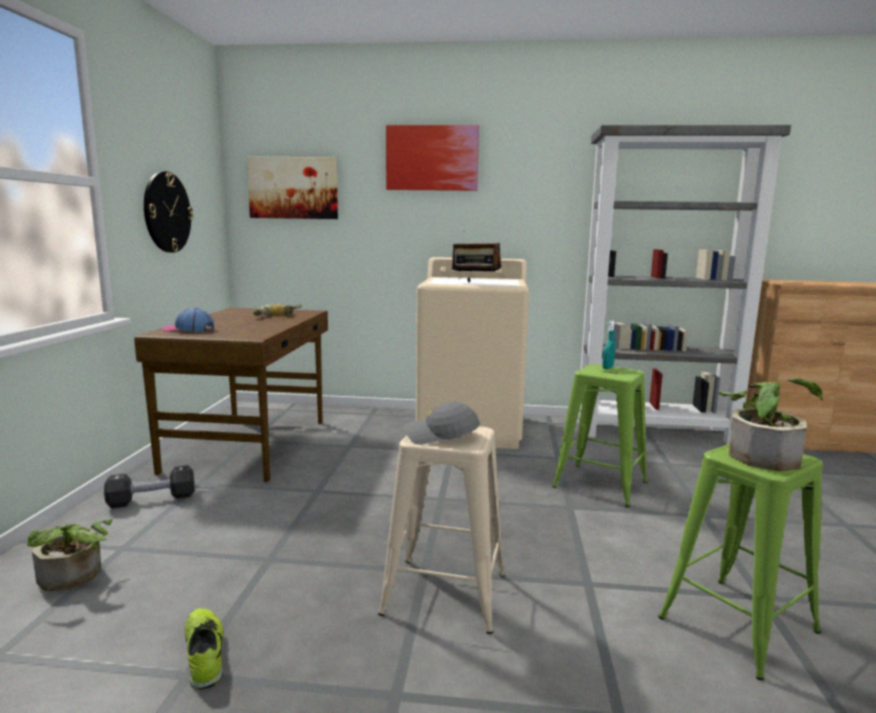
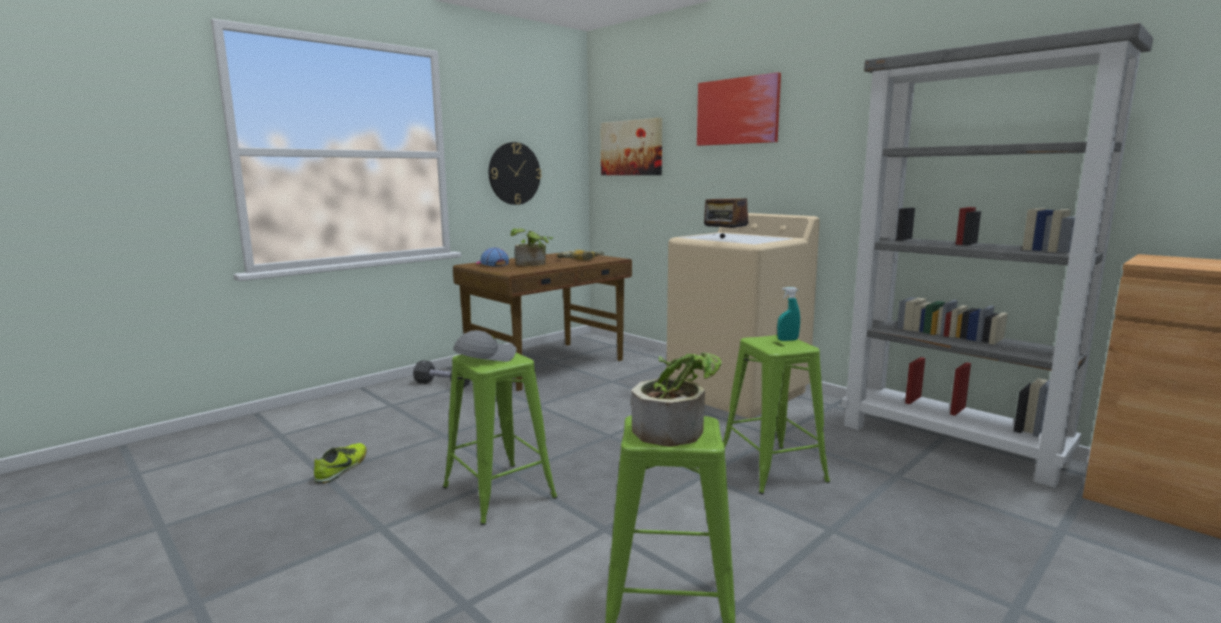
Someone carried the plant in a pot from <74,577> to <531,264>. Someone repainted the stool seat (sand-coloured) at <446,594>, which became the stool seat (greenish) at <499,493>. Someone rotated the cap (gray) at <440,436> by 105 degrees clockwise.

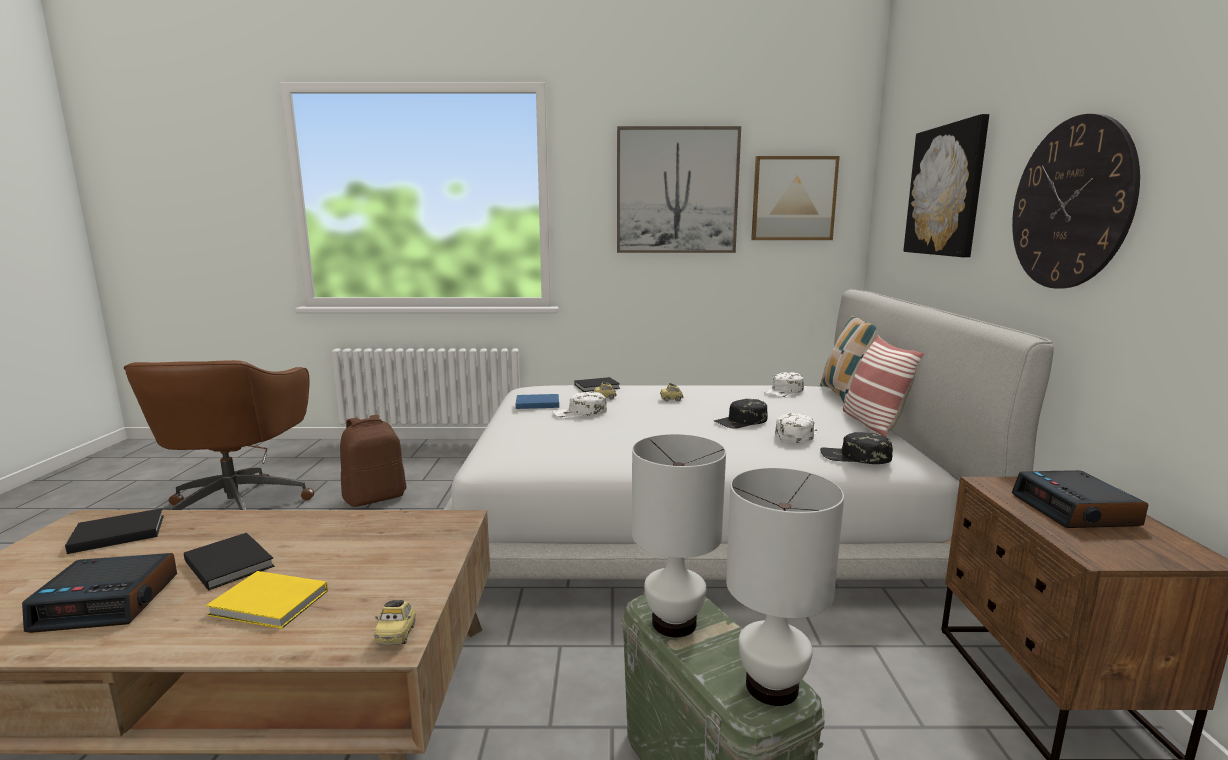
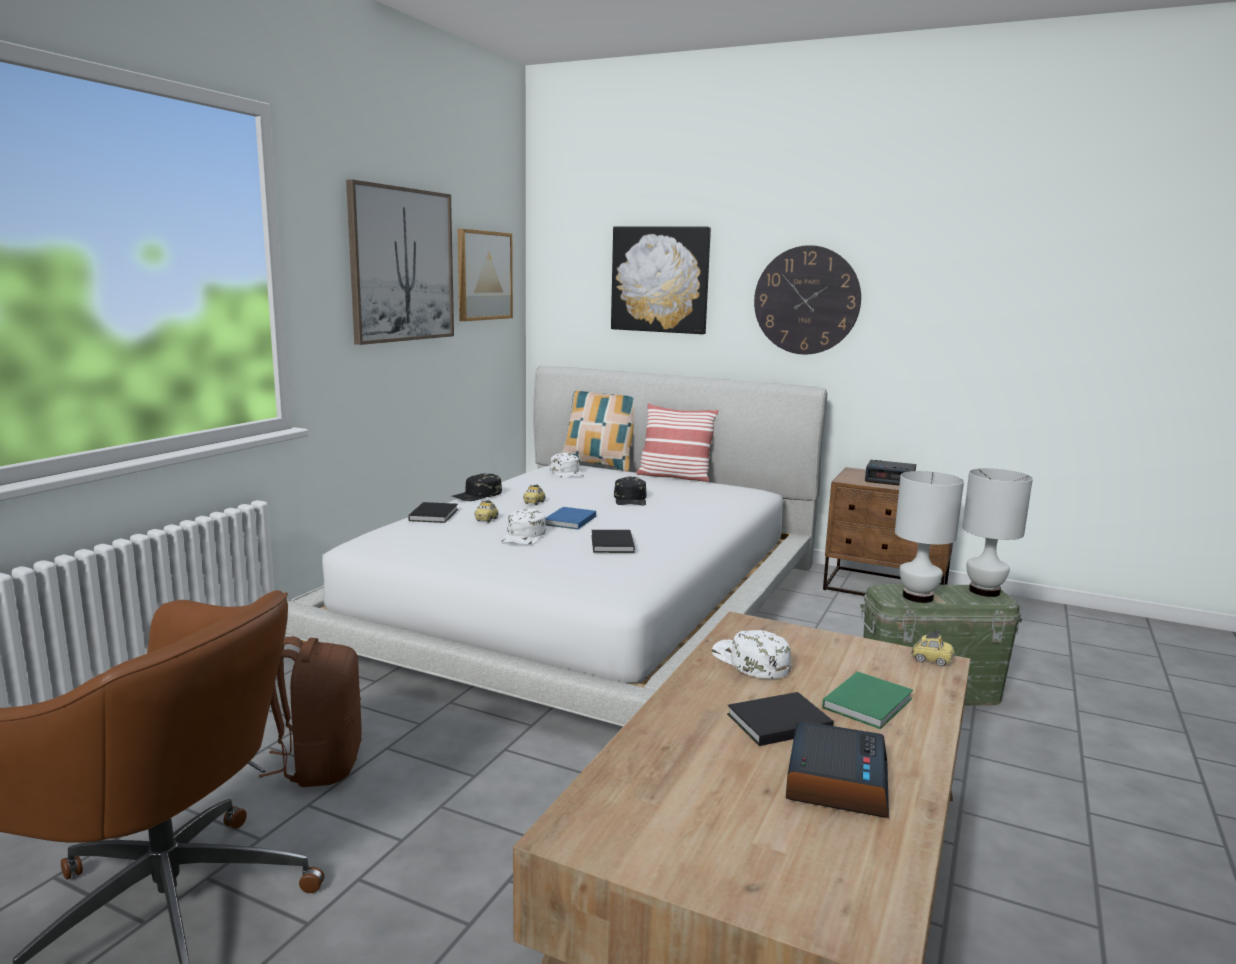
Someone carried the bound book (black) from <116,534> to <611,544>. Someone carried the bound book (bluish) from <536,403> to <569,521>. Someone carried the cap (white-coloured) from <795,434> to <750,661>. Someone carried the cap (black) from <855,457> to <477,495>. Someone repainted the bound book (yellow) at <270,604>, which became the bound book (greenish) at <870,703>.

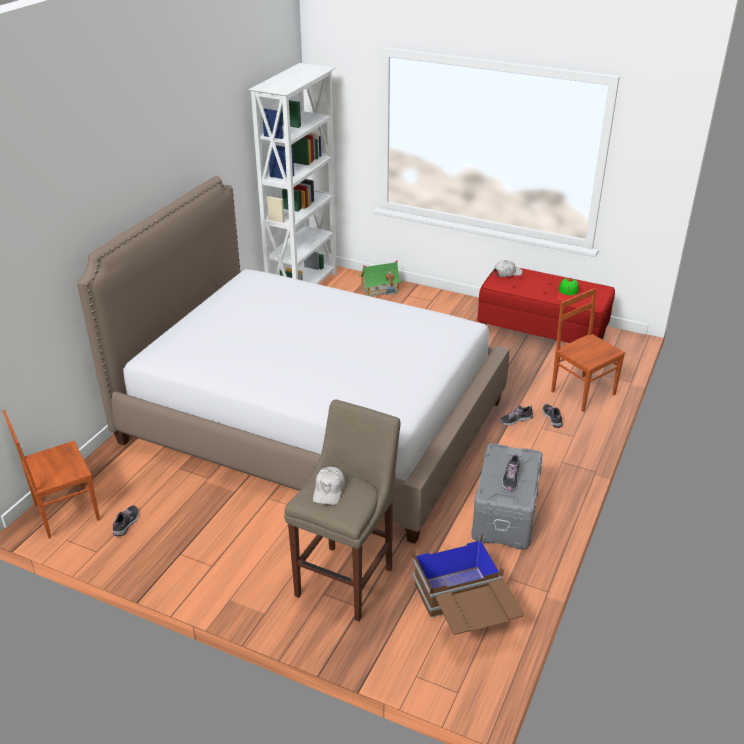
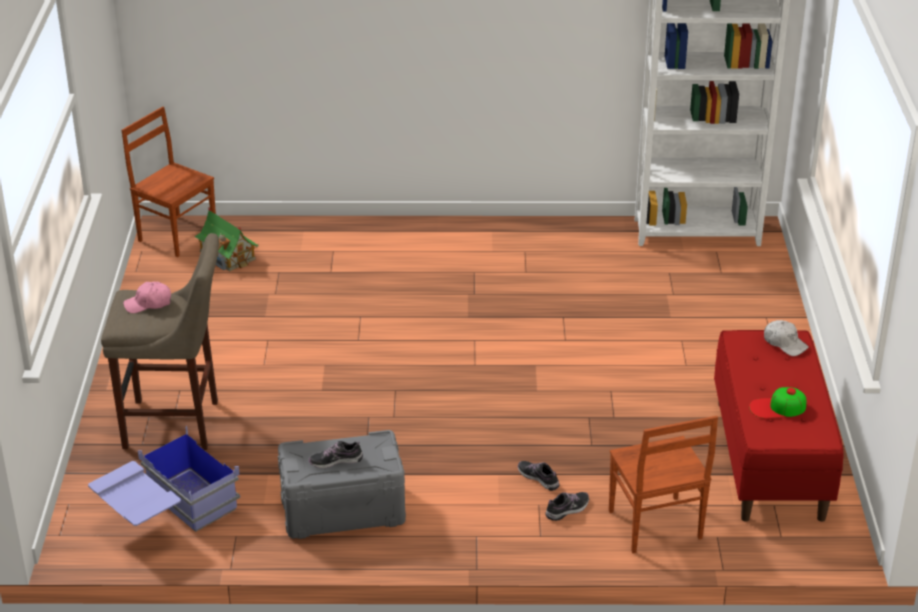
Someone took away the bedroom bed at <312,422>. Someone took away the low shoe at <126,523>. Someone carried the miniature house from <380,289> to <228,255>. Someone repainted the cap (white-coloured) at <329,490>, which became the cap (pinkish) at <148,304>. Someone repainted the storage container (brown-coloured) at <464,613>, which became the storage container (bluish) at <167,515>. Someone rotated the upright chair (brown-coloured) at <583,392> by 135 degrees clockwise.

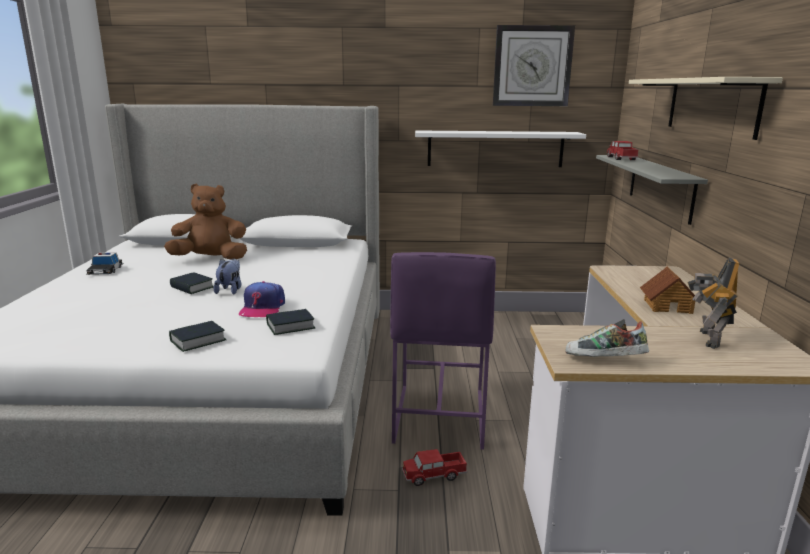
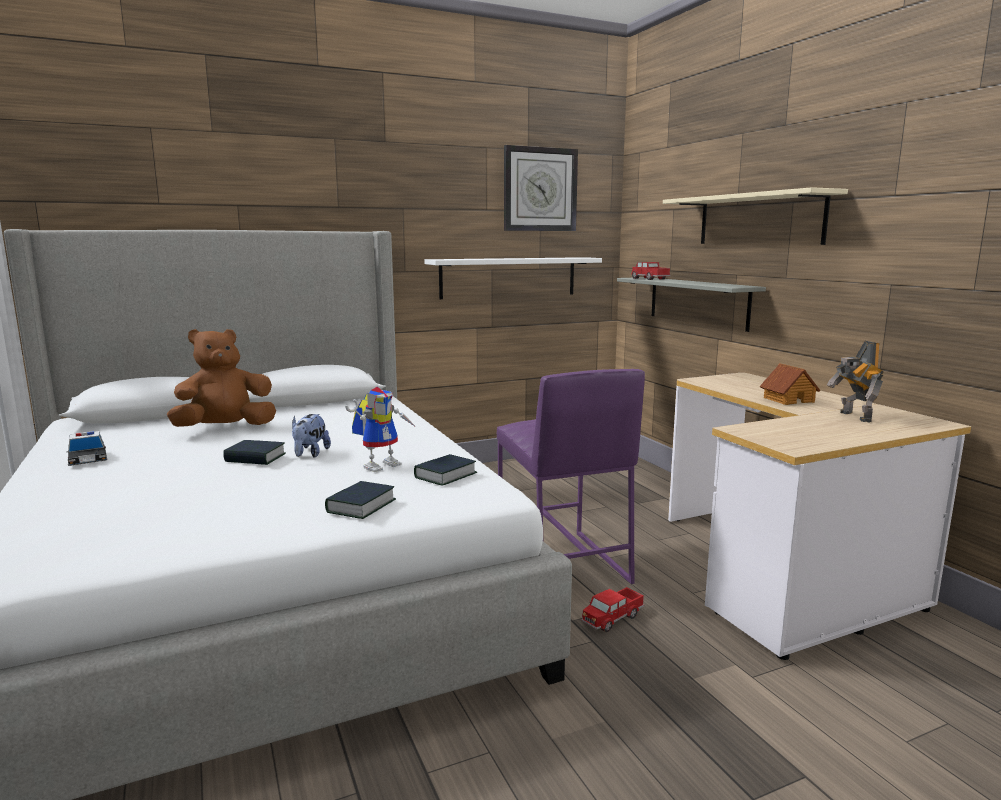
Someone took away the low shoe at <604,361>. Someone swapped the cap at <262,308> for the model robot at <382,464>. Someone rotated the soft toy at <230,290> by 150 degrees counterclockwise.

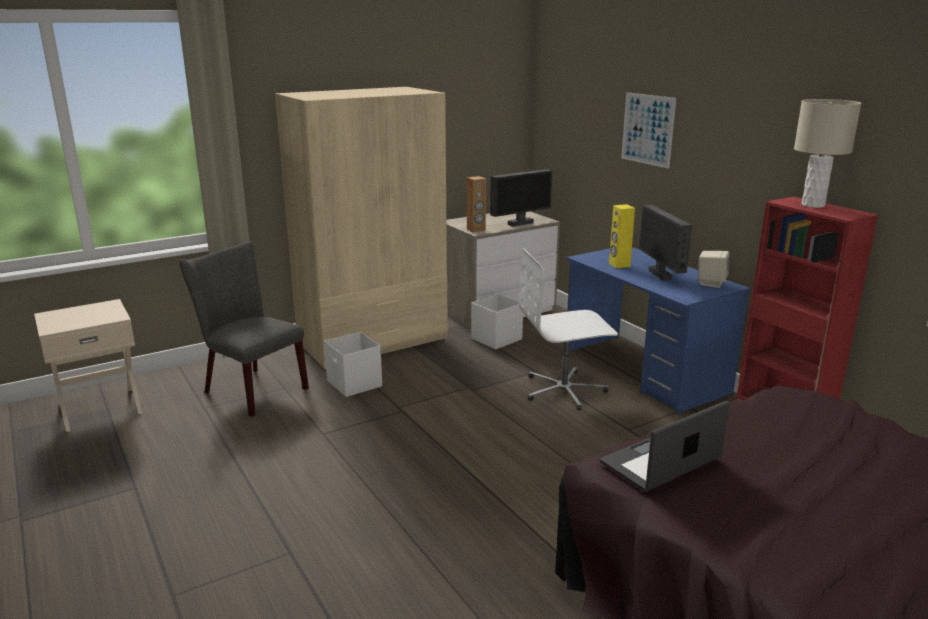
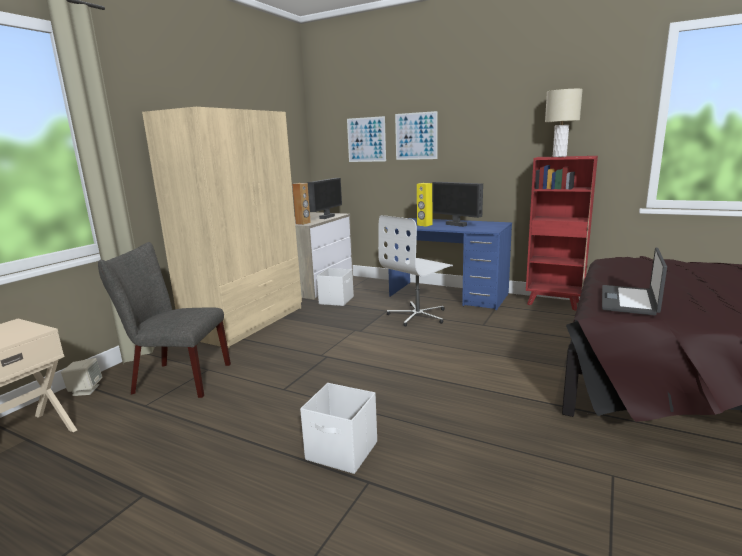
Someone put up the wall art at <366,139>. Someone carried the storage container (white-coloured) from <354,384> to <342,451>. Someone carried the audio speaker (sand-coloured) from <711,283> to <85,390>.

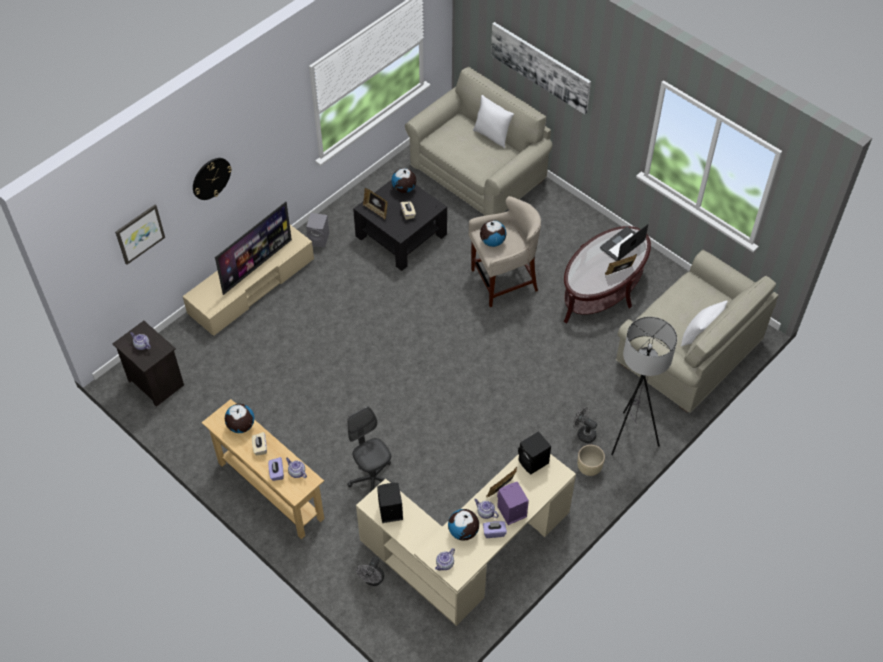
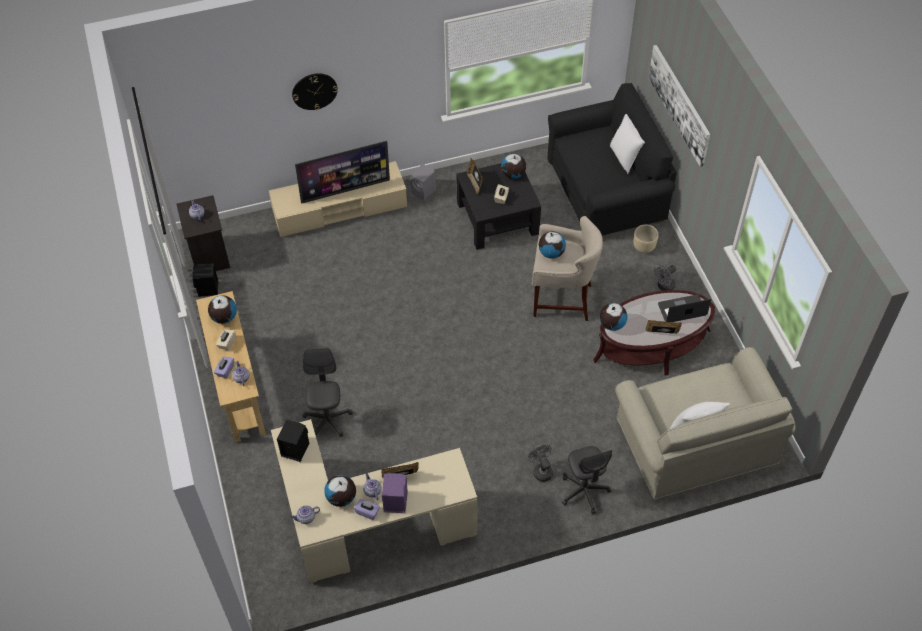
Someone took away the wall art at <139,233>. Someone put down the world globe at <611,324>. Someone carried the fan (gray) from <372,580> to <664,286>. Someone carried the audio speaker (black) from <533,462> to <208,289>. Someone carried the plant pot (sand-coloured) from <589,467> to <644,246>. Someone swapped the floor lamp (gray) at <629,434> for the desk chair (gray) at <584,491>. Someone repainted the sofa (sand-coloured) at <478,173>, which became the sofa (black) at <605,191>.

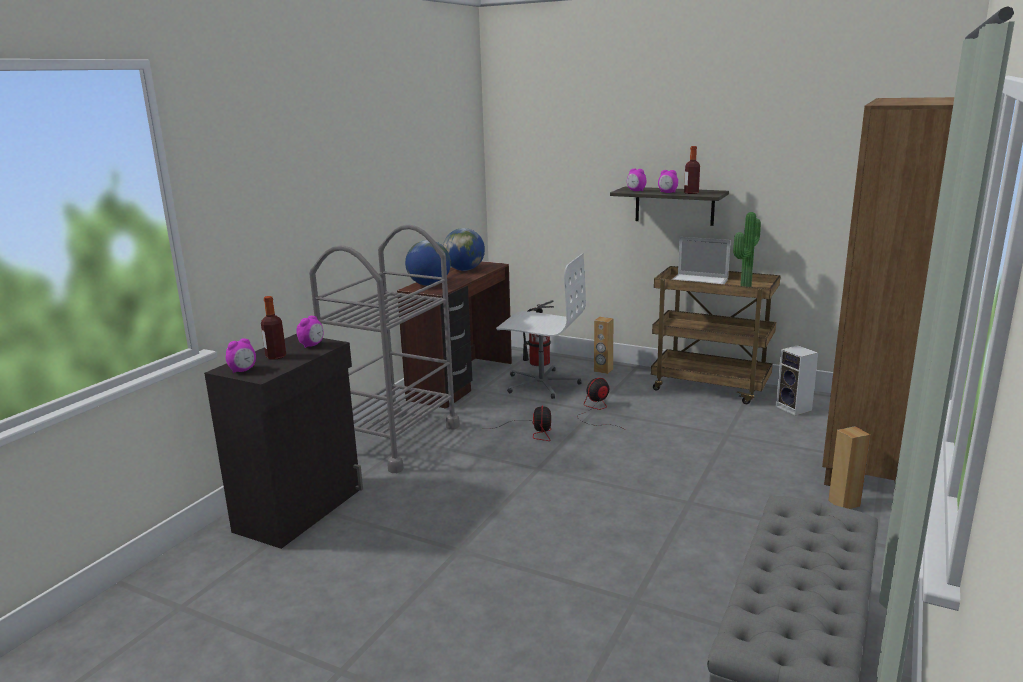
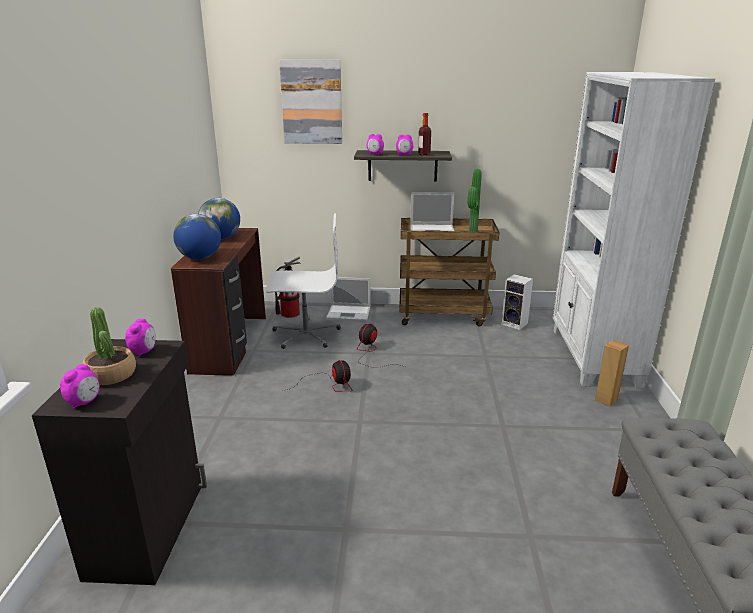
Someone took away the trolley (gray) at <394,440>. Someone put up the wall art at <312,102>. Someone swapped the drink bottle at <276,356> for the plant in a pot at <111,374>. Someone swapped the audio speaker (brown-coloured) at <603,370> for the notebook computer at <349,313>. Someone repainted the shelving unit (brown-coloured) at <869,458>, which became the shelving unit (white-coloured) at <593,357>.

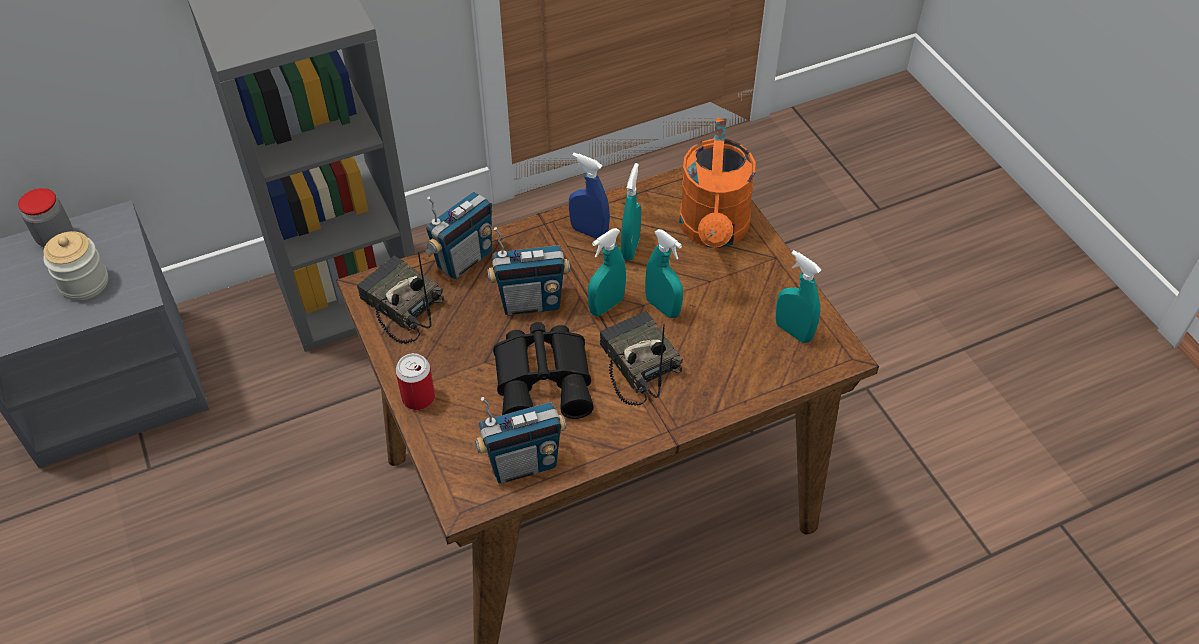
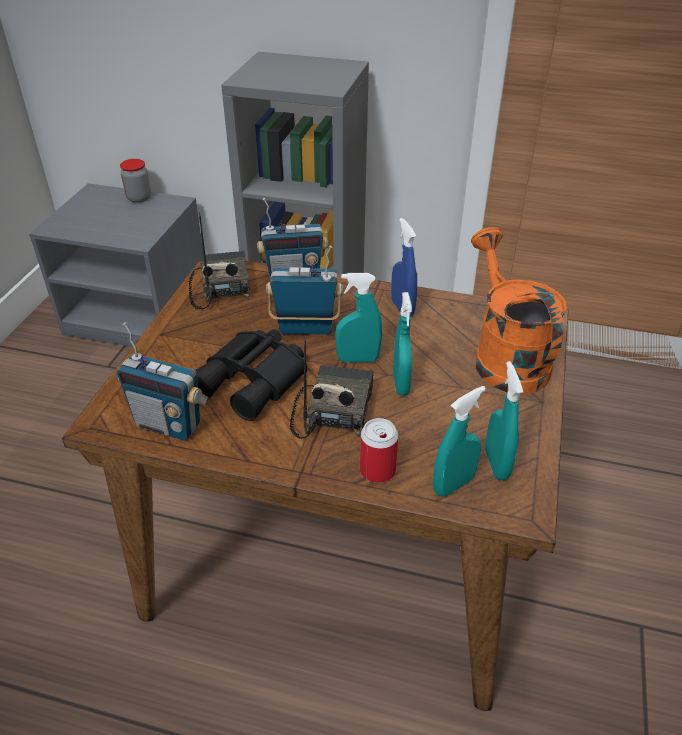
Someone took away the preserve jar at <84,283>. Someone carried the metal can from <418,397> to <377,470>. Someone carried the spray bottle (blue-green) from <630,248> to <453,485>. Someone rotated the radio set at <531,303> by 150 degrees clockwise. Someone rotated the watering pot (orangey) at <714,232> by 120 degrees clockwise.

